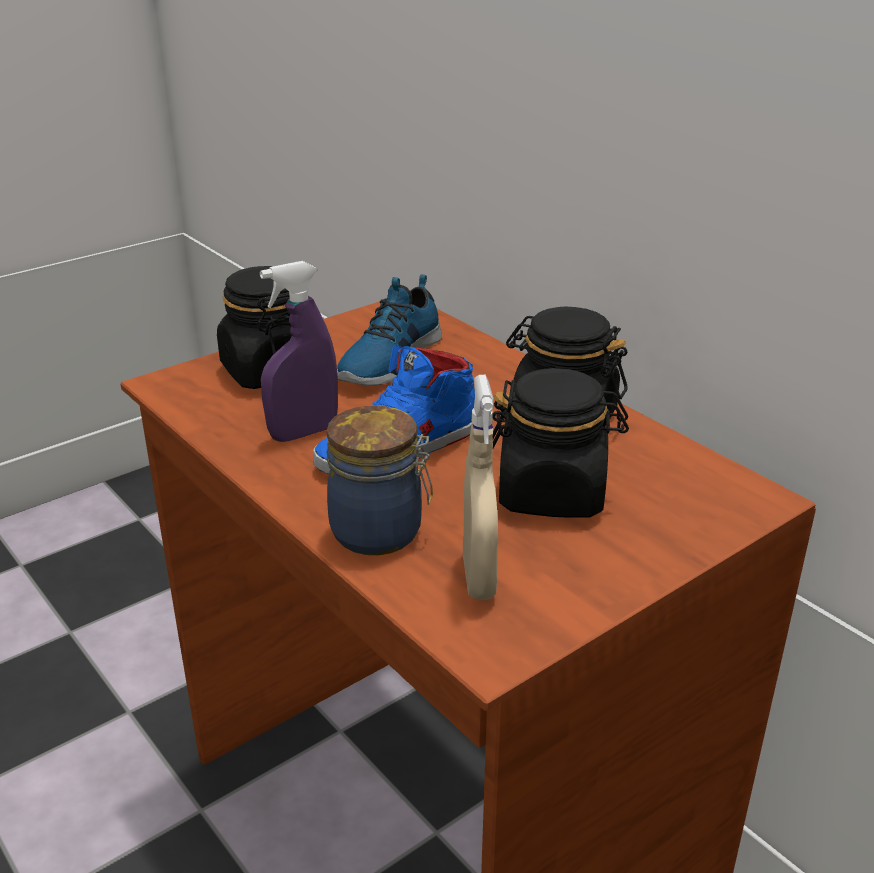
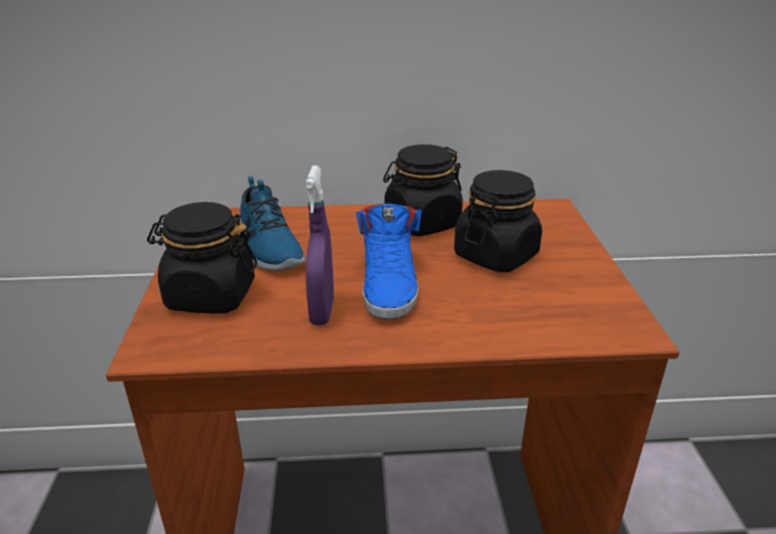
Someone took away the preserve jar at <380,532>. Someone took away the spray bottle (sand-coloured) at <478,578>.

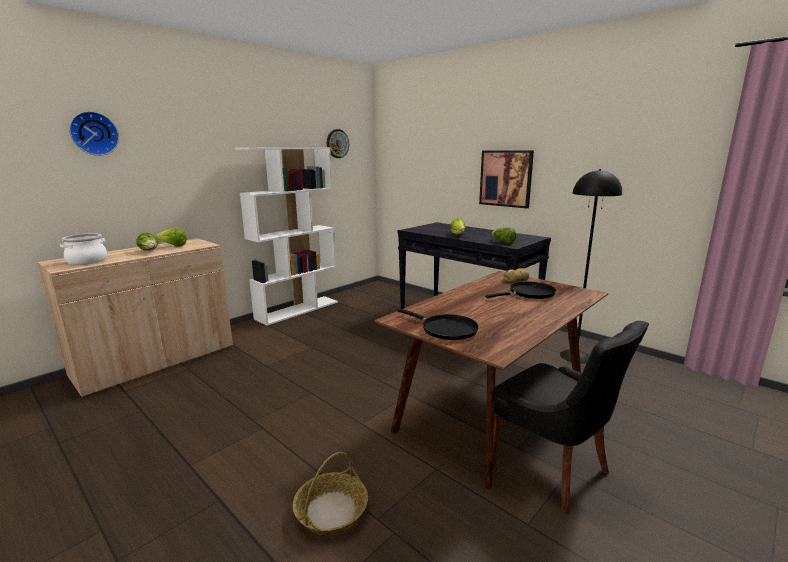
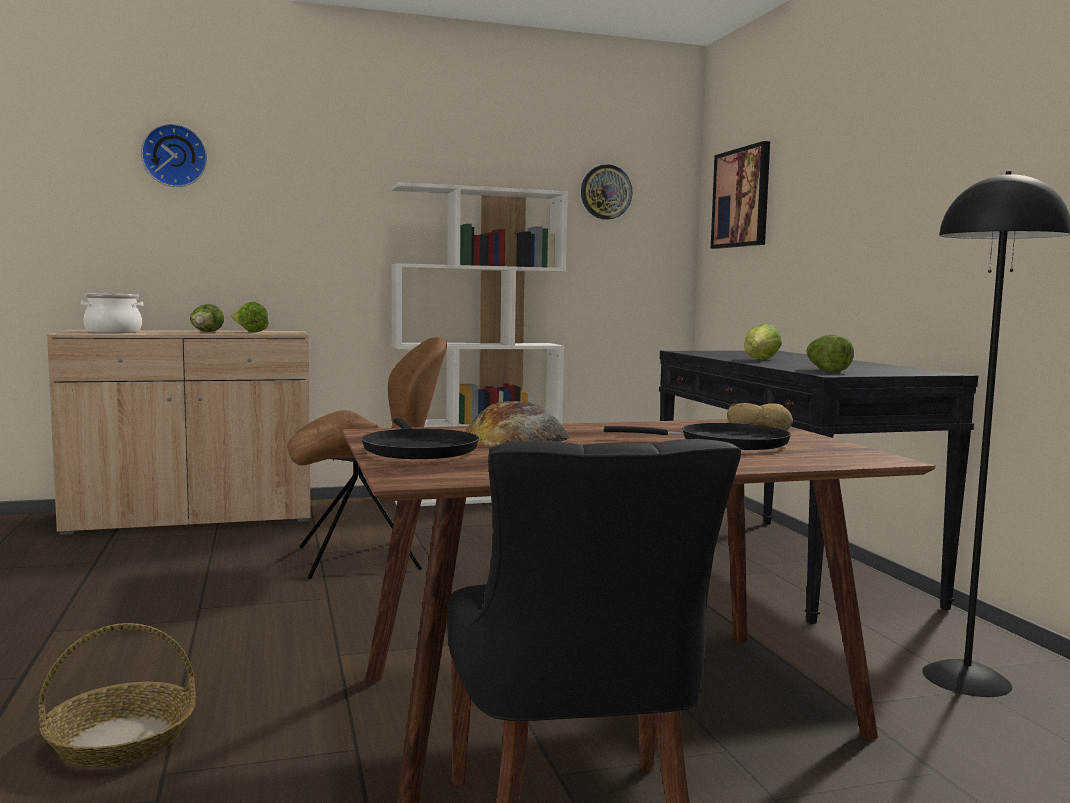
Someone put down the upright chair (brown-coloured) at <364,558>. Someone put down the baked bread at <516,437>. Someone carried the wall art from <506,178> to <741,198>.

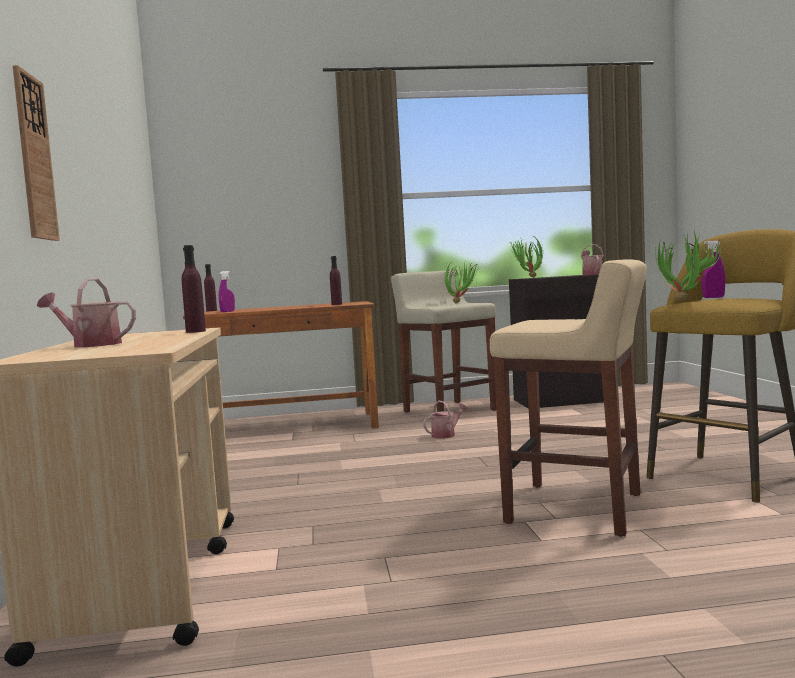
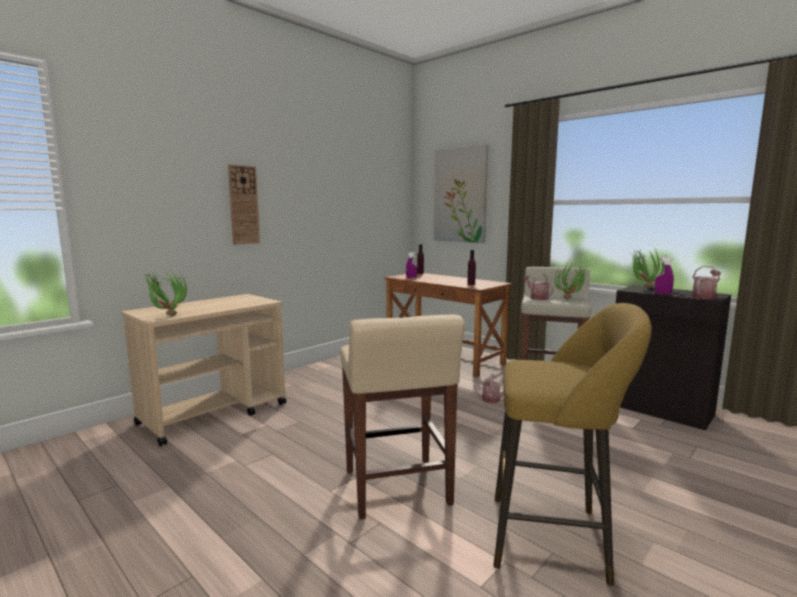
Someone took away the drink bottle (purple-coloured) at <195,331>. Someone put up the wall art at <460,195>. Someone carried the watering pot from <91,344> to <537,297>. Someone carried the plant in a pot from <686,301> to <166,317>. Someone carried the spray bottle (purple-coloured) from <713,297> to <662,293>.

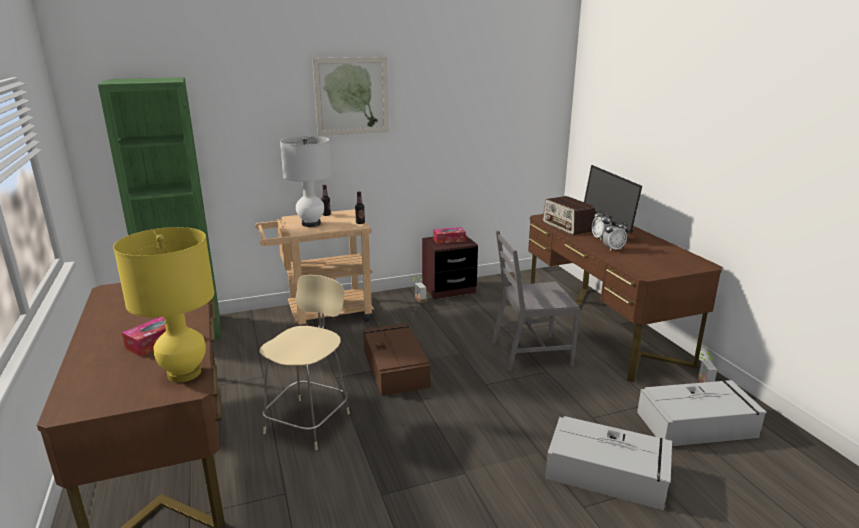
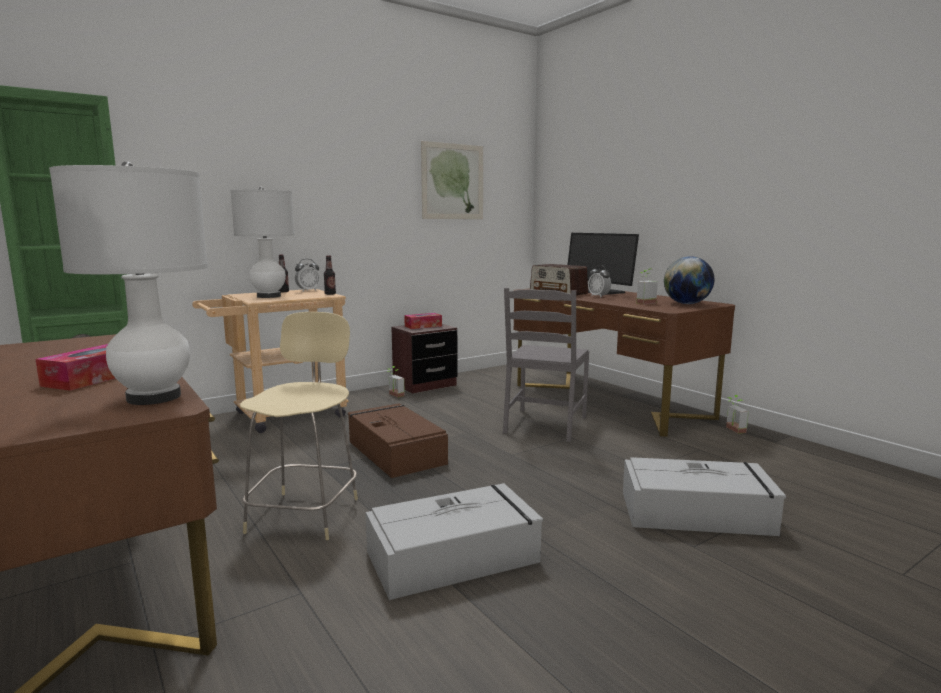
Someone put down the plant in a pot at <643,302>. Someone put down the world globe at <686,304>. Someone carried the wall art from <352,96> to <452,181>. Someone carried the bedside clock from <613,249> to <308,291>. Someone carried the storage container (gray) from <698,424> to <455,556>. Someone repainted the lamp for a table (yellow) at <184,373>, which became the lamp for a table (white-coloured) at <154,397>. Someone rotated the upright chair (gray) at <530,353> by 45 degrees counterclockwise.

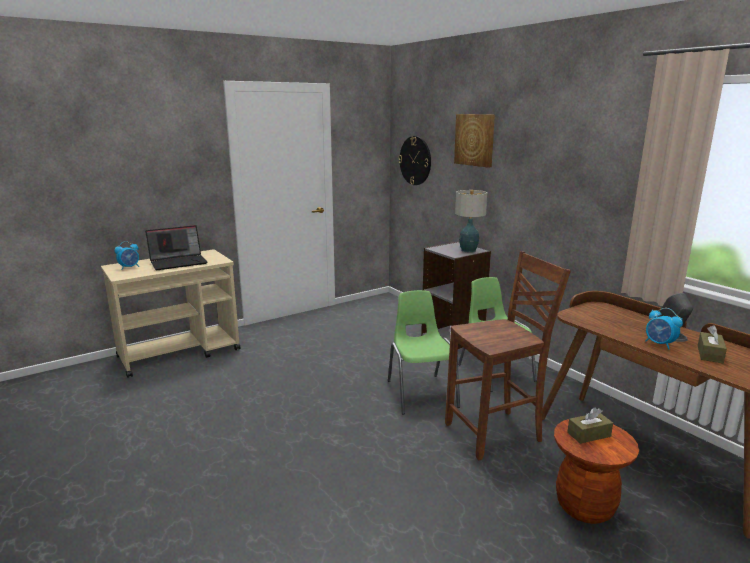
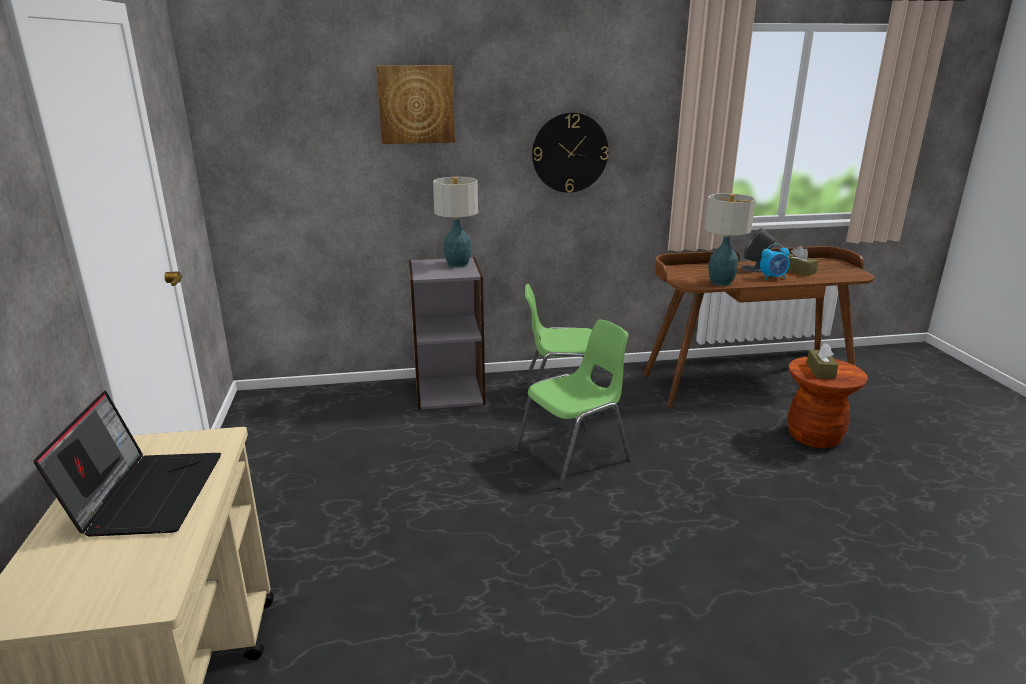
Someone took away the bedside clock at <129,267>. Someone took away the upright chair (brown-coloured) at <495,433>. Someone put down the lamp for a table at <721,282>. Someone carried the hanging clock from <415,160> to <569,153>. Someone rotated the upright chair (greenish) at <421,393> by 135 degrees clockwise.

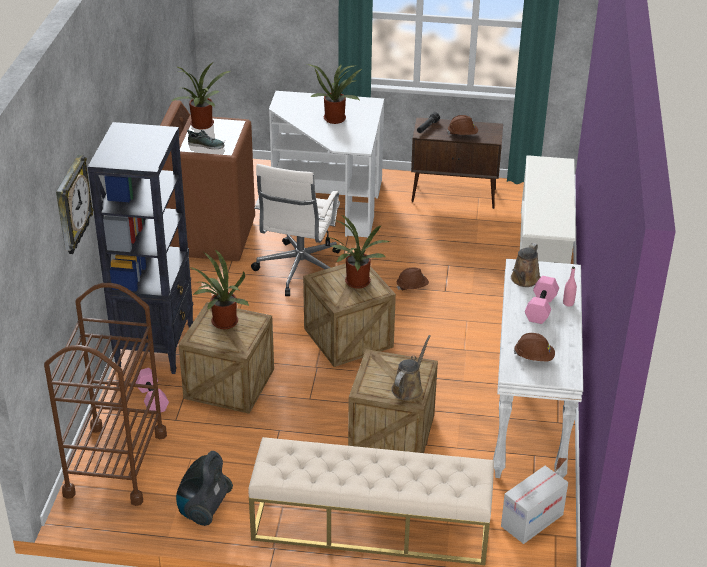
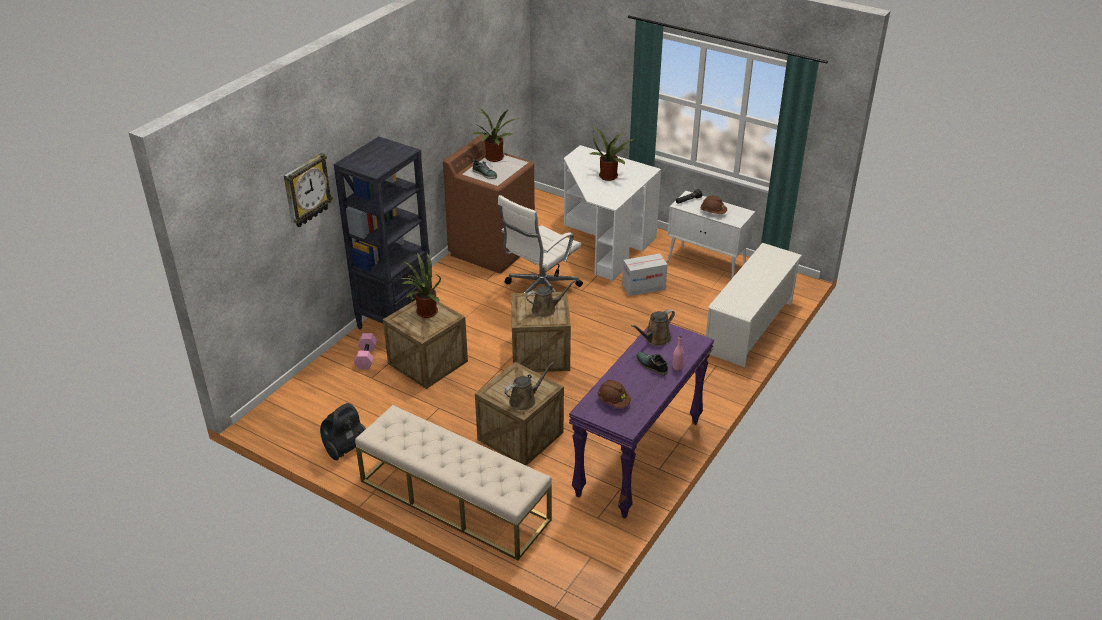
Someone took away the trolley (brown-coloured) at <116,464>. Someone took away the hard hat (brown-coloured) at <412,287>. Someone carried the carton from <532,520> to <643,287>. Someone swapped the plant in a pot at <356,283> for the watering pot (brown-coloured) at <546,309>. Someone swapped the free weight (pinkish) at <541,308> for the low shoe at <651,365>. Someone repainted the storage cabinet (brown-coloured) at <454,195>, which became the storage cabinet (white-coloured) at <707,264>. Someone repainted the hall table (white-coloured) at <531,418>, which became the hall table (purple-coloured) at <639,458>.

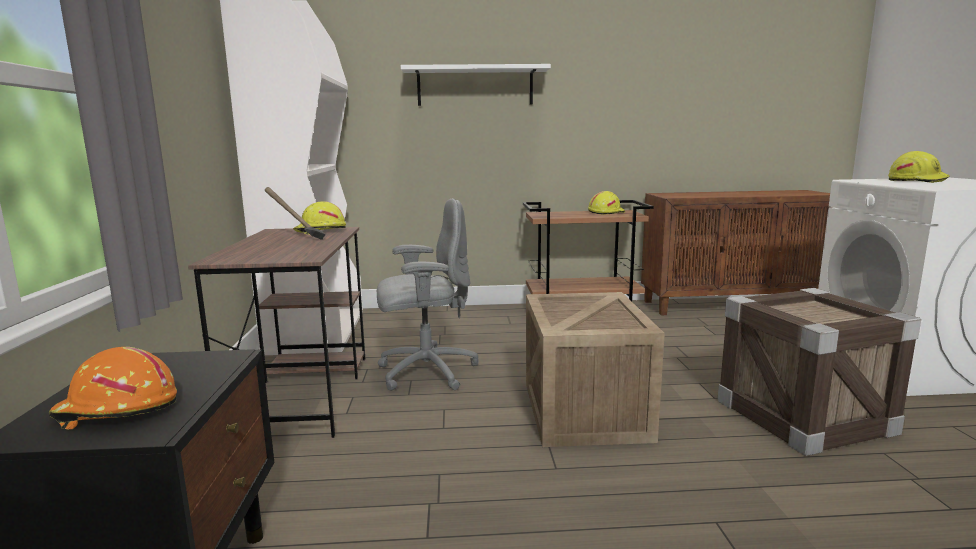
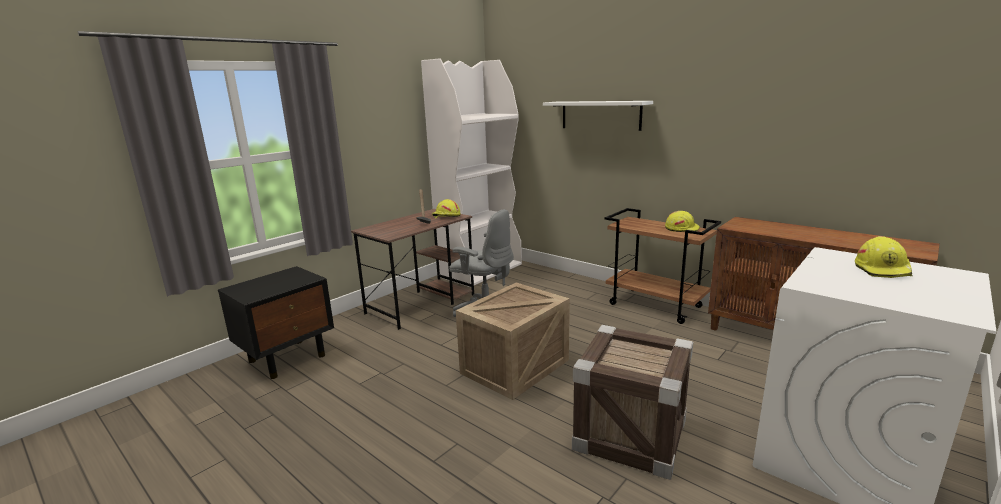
Someone took away the hard hat (orangey) at <117,410>.

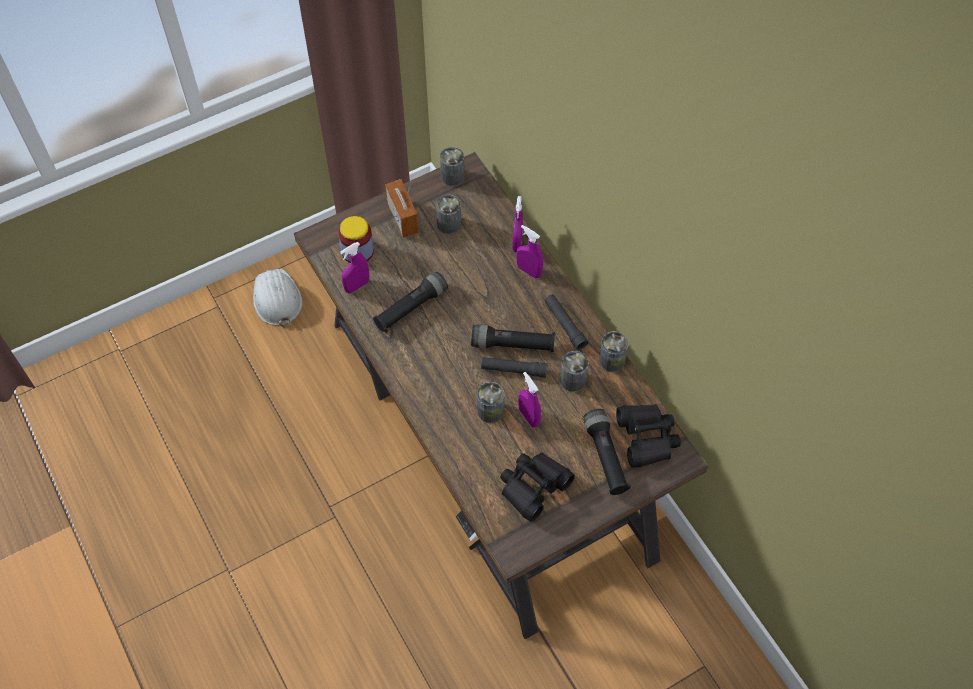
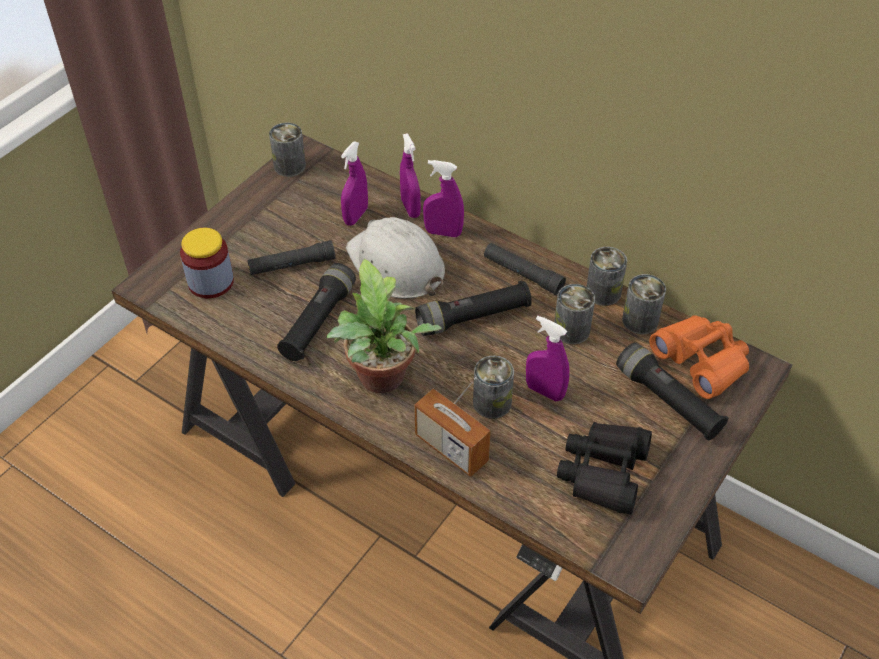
Someone put down the plant in a pot at <382,381>. Someone carried the hard hat (white-coloured) from <276,299> to <396,265>. Someone carried the spray bottle (purple-coloured) from <357,286> to <356,216>. Someone carried the radio set from <402,218> to <451,448>. Someone carried the metal can from <449,224> to <640,320>. Someone carried the torch (black) from <513,370> to <292,265>. Someone repainted the binoculars (black) at <647,438>, which became the binoculars (orangey) at <702,361>.

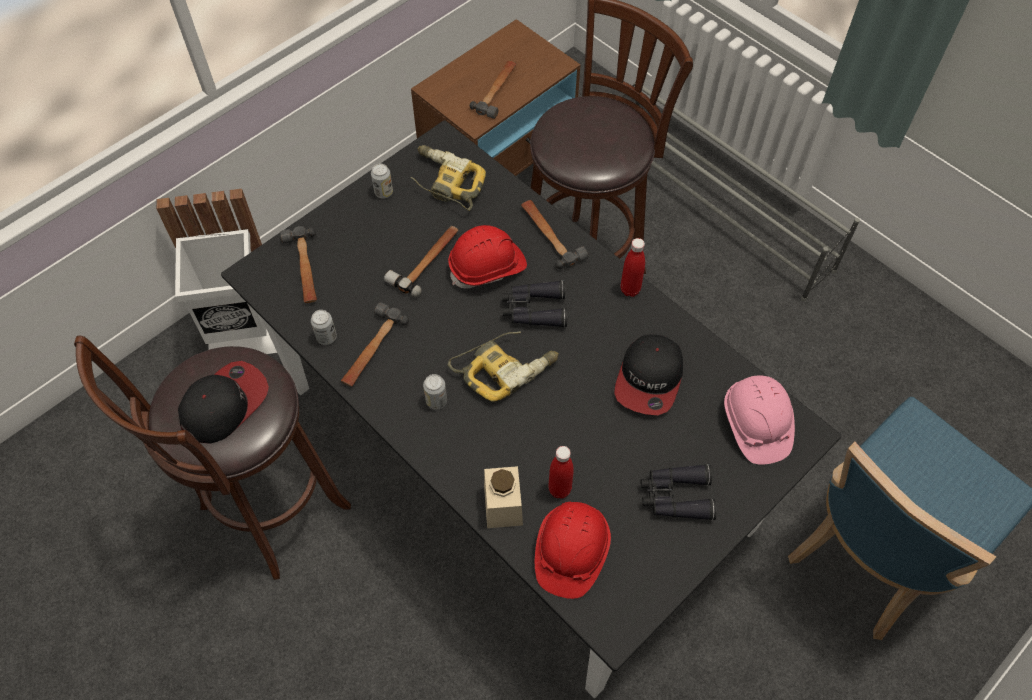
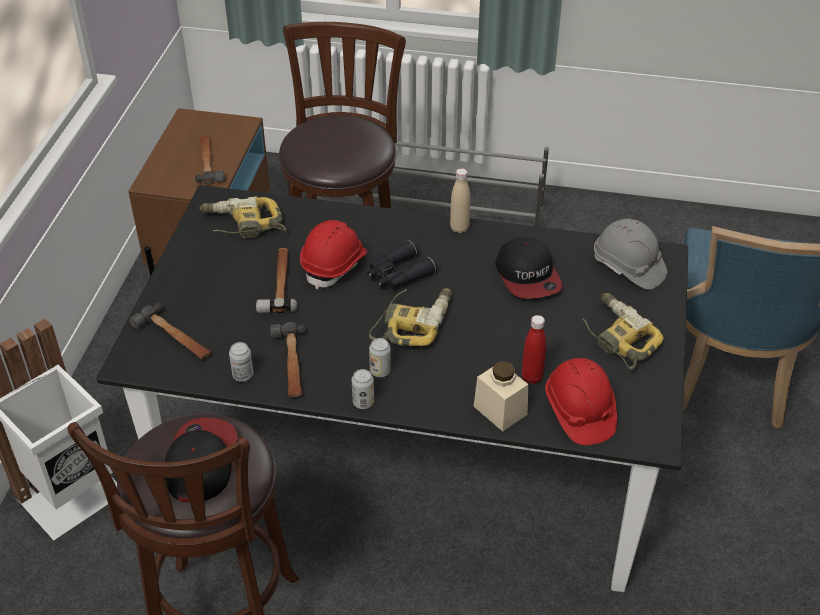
Someone took away the hammer at <550,236>. Someone carried the metal can from <383,192> to <363,402>. Someone swapped the binoculars (black) at <675,496> for the power drill at <617,337>. Someone repainted the drink bottle (reddish) at <630,289>, which became the drink bottle (sand-coloured) at <459,228>. Someone repainted the hard hat (pinkish) at <755,425>, which became the hard hat (gray) at <628,267>.

